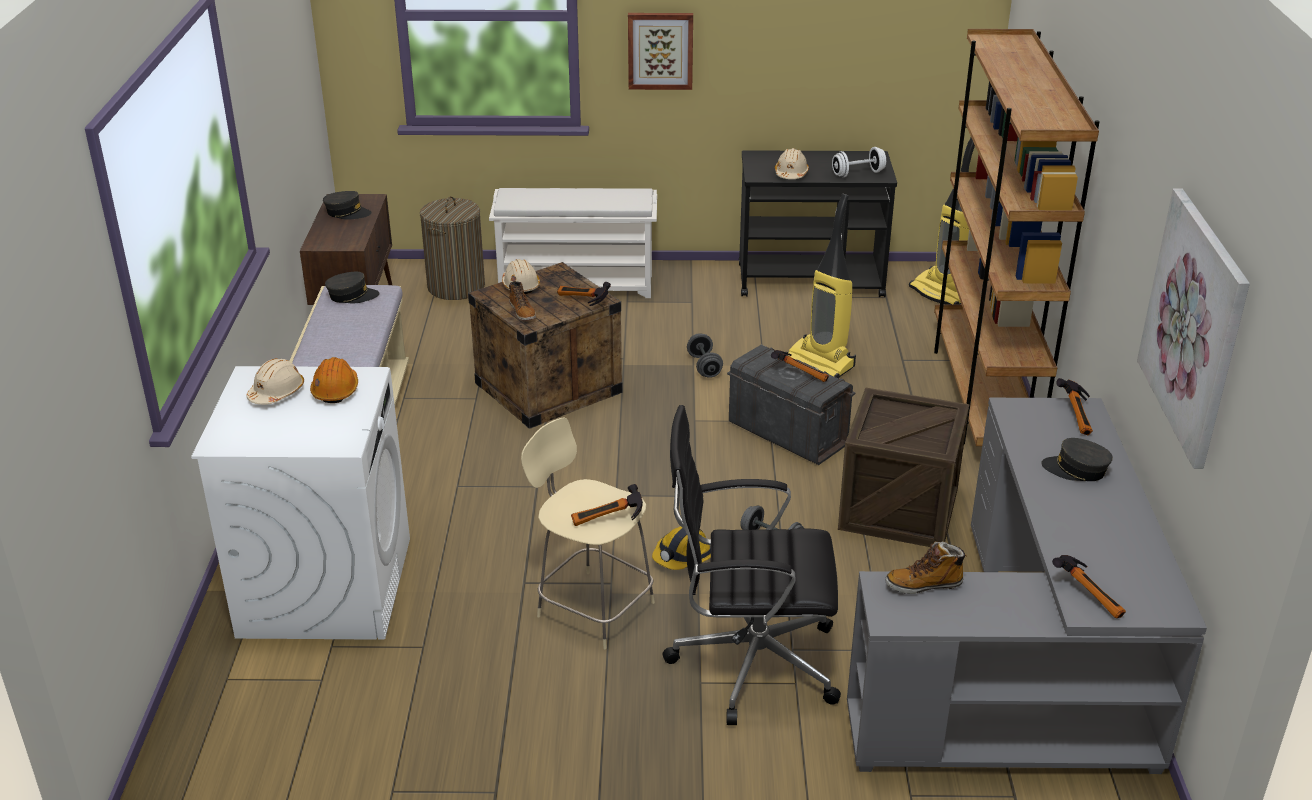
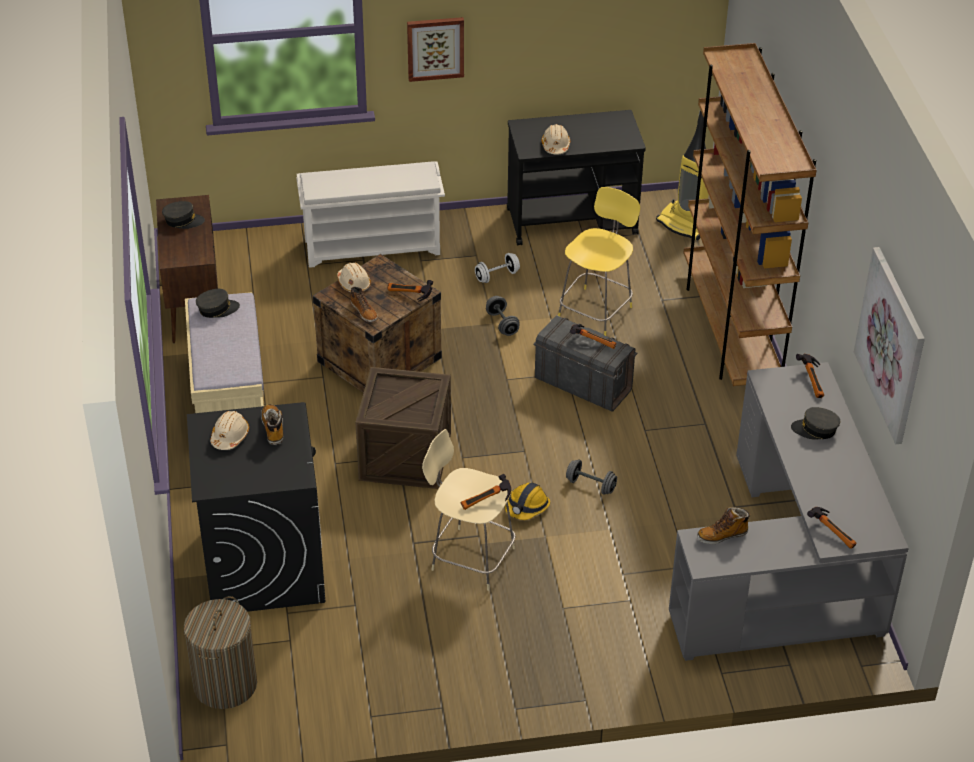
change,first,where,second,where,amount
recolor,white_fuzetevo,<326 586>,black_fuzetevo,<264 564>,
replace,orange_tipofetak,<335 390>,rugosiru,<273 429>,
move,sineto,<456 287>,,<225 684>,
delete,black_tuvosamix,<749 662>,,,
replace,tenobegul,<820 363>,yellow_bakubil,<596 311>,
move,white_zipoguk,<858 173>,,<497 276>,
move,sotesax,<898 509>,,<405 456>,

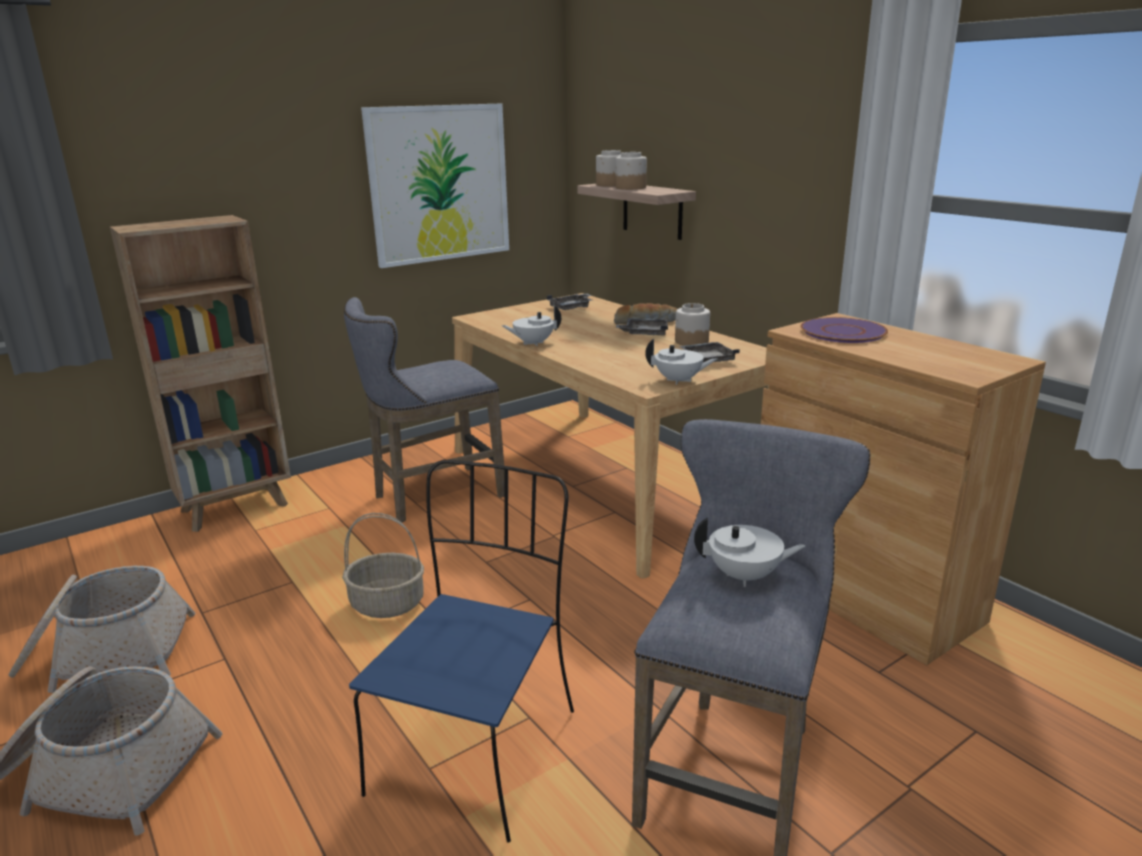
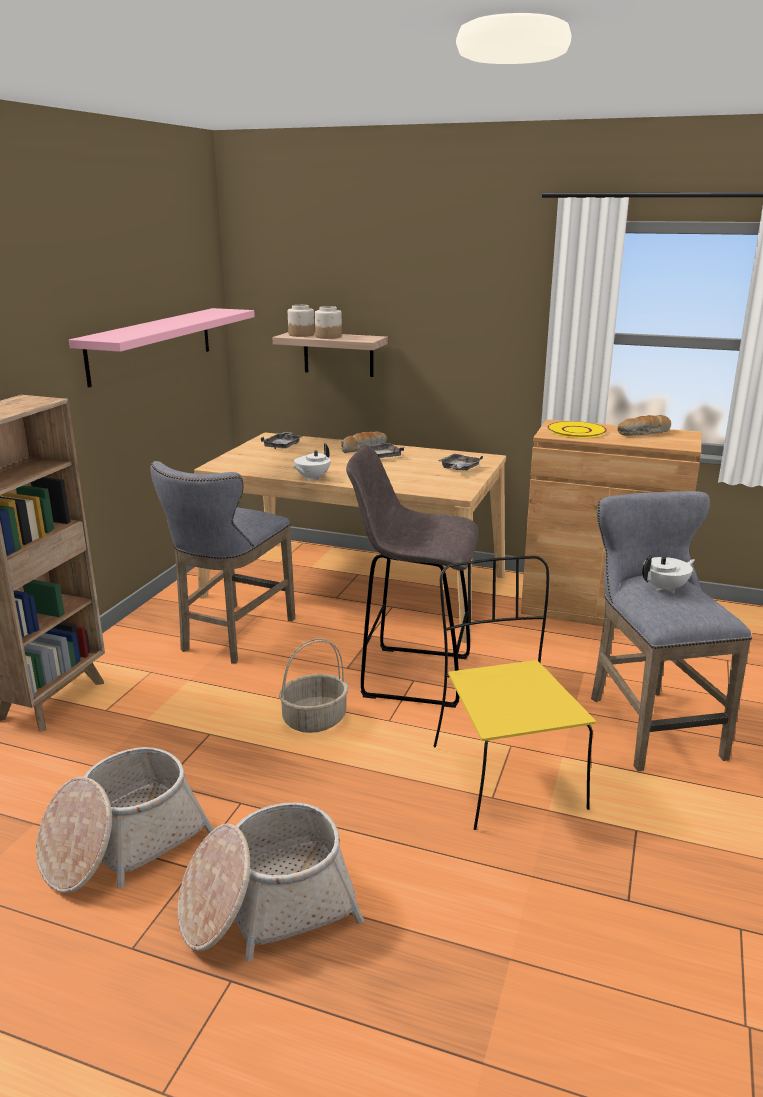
change,first,where,second,where,amount
recolor,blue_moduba,<477 748>,yellow_moduba,<504 774>,
replace,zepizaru,<439 184>,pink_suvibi,<151 344>,
delete,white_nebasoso,<679 381>,,,
delete,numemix,<691 341>,,,
recolor,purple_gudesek,<842 332>,yellow_gudesek,<576 431>,
insert,,,grey_bakubil,<412 675>,
insert,,,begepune,<644 433>,

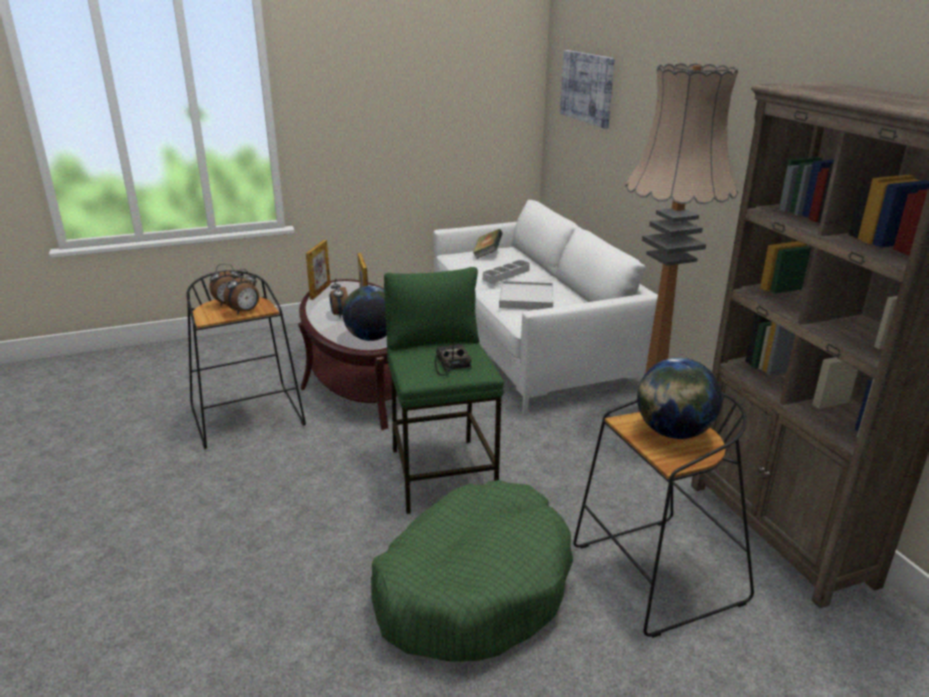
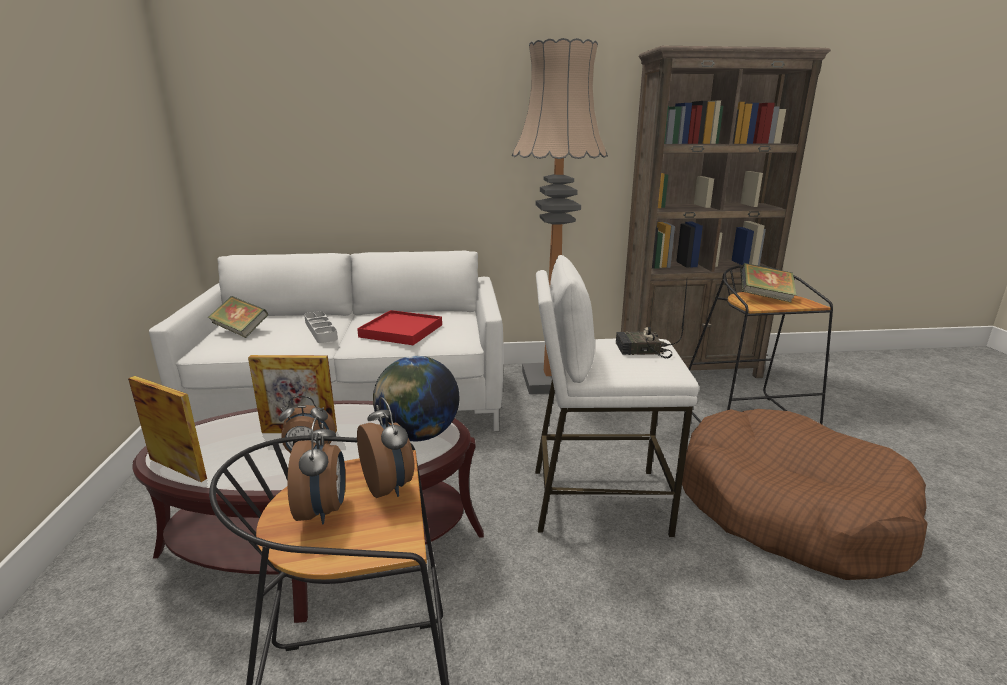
change,first,where,second,where,amount
recolor,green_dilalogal,<473 587>,brown_dilalogal,<788 509>,
recolor,green_bakubil,<442 474>,white_bakubil,<597 500>,
recolor,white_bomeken,<526 298>,red_bomeken,<401 331>,
delete,zepizaru,<587 87>,,,
replace,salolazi,<673 432>,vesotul,<765 298>,

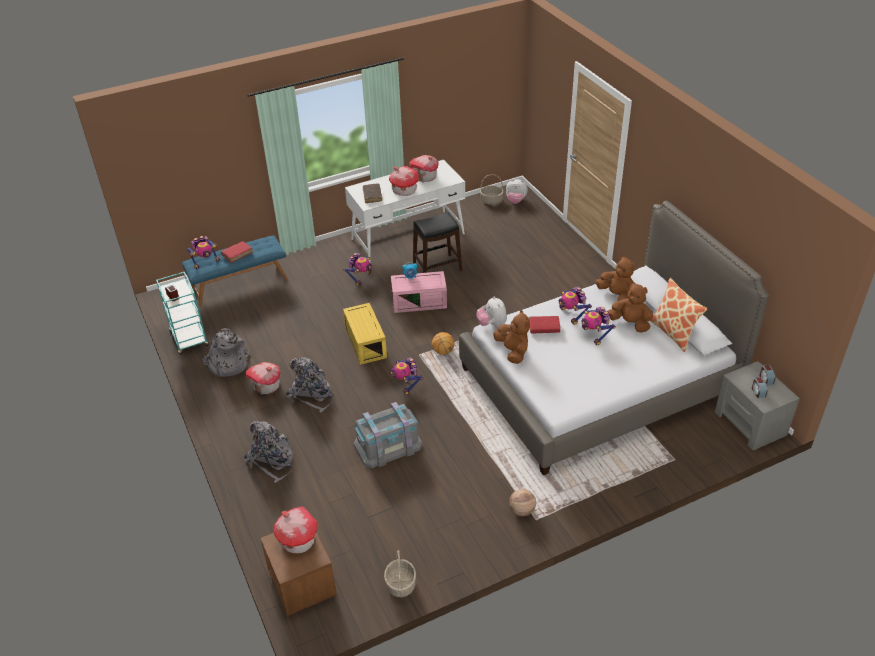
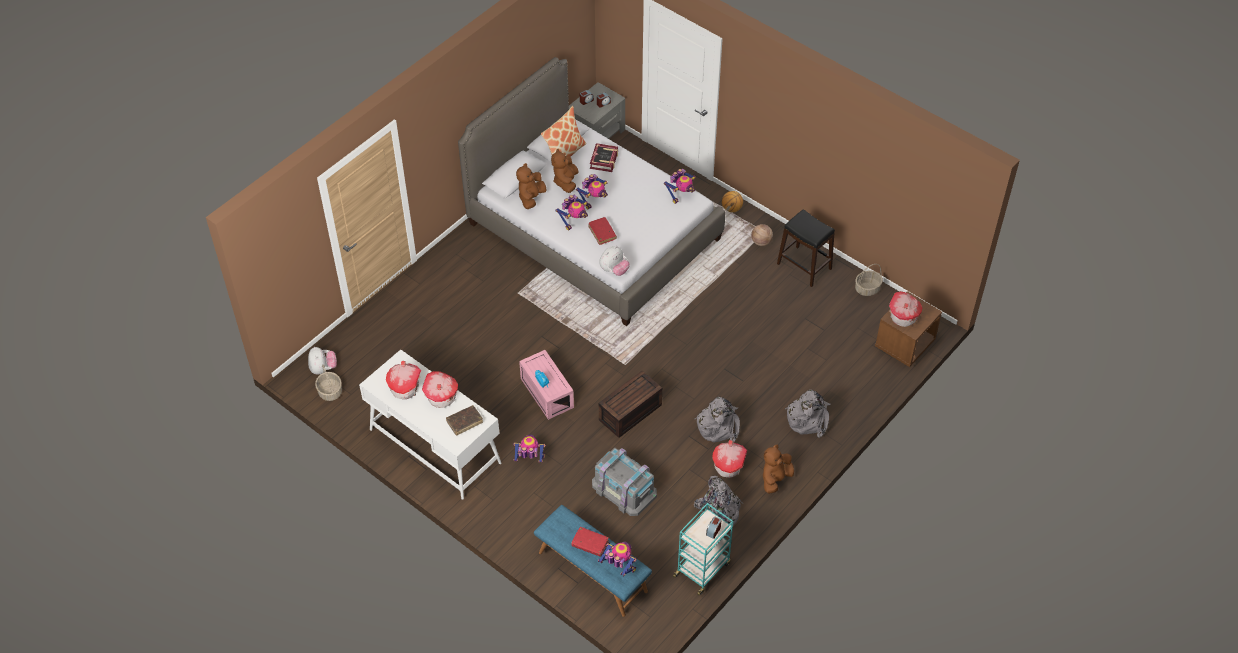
change,first,where,second,where,amount
recolor,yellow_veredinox,<364 343>,brown_veredinox,<630 413>,
move,grey_veredinox,<388 445>,,<624 489>,
move,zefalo,<406 384>,,<681 194>,
move,black_bakubil,<437 268>,,<804 266>,
move,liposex,<443 351>,,<732 209>,
move,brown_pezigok,<513 351>,,<775 479>,
insert,,,vesotul,<604 160>,

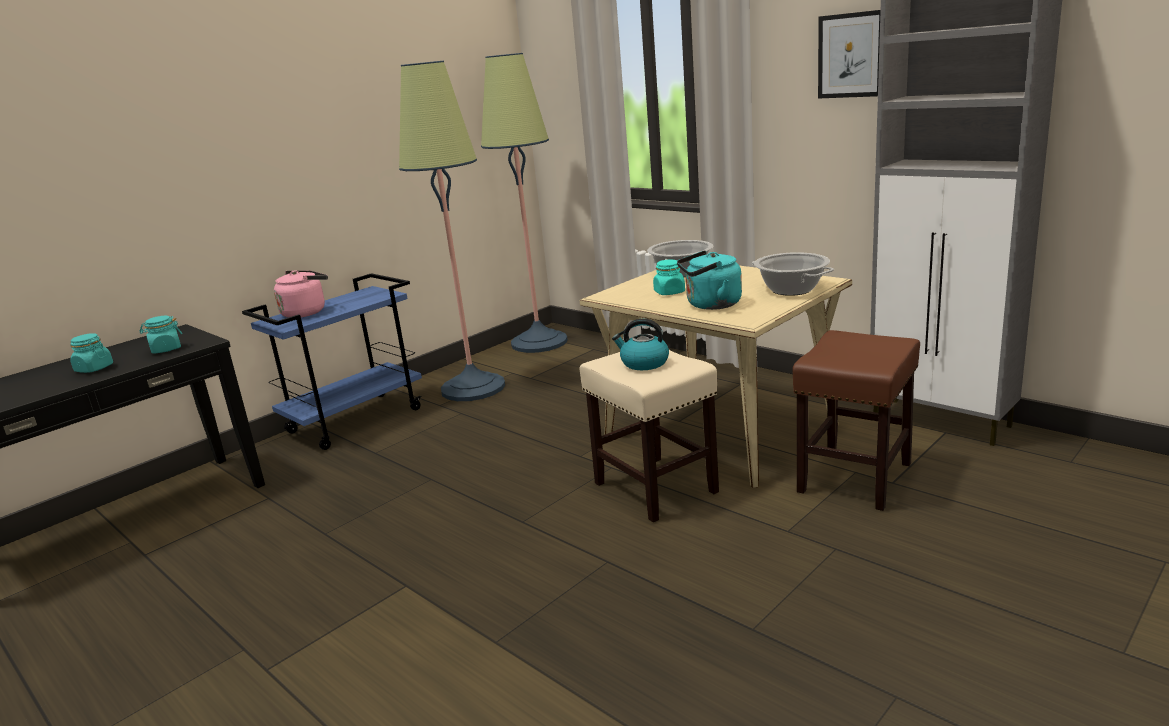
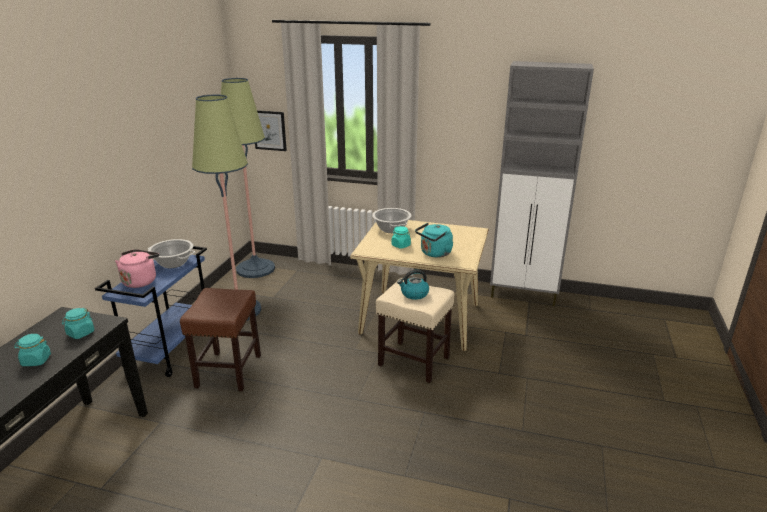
change,first,where,second,where,amount
move,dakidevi,<792 290>,,<173 263>,
move,brown_bakubil,<854 478>,,<228 371>,
move,zepizaru,<851 55>,,<269 130>,

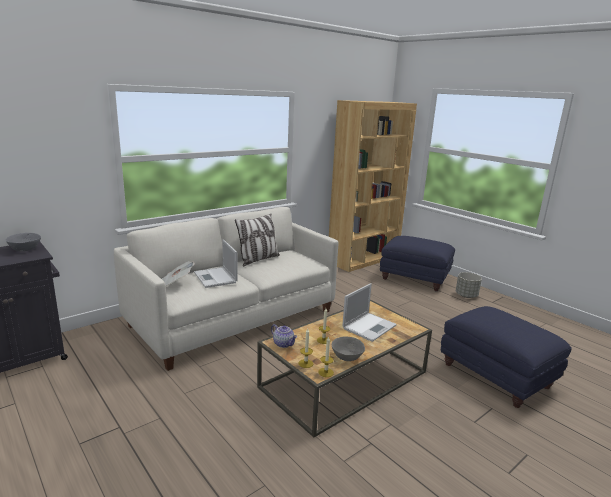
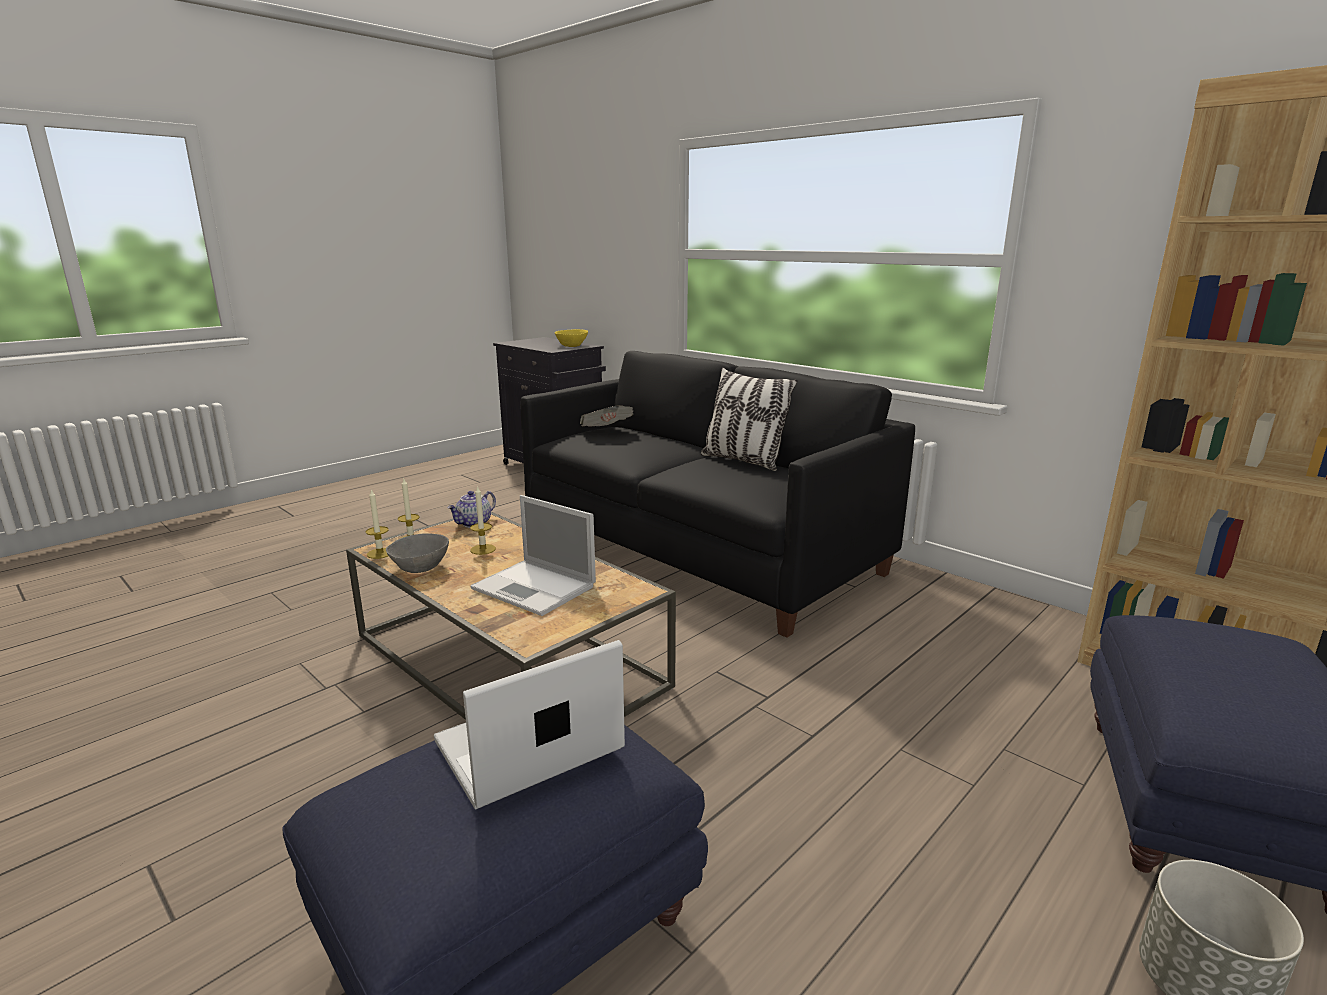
change,first,where,second,where,amount
recolor,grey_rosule,<24 249>,yellow_rosule,<571 346>,
recolor,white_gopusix,<233 318>,black_gopusix,<699 550>,
move,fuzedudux,<215 278>,,<525 748>,

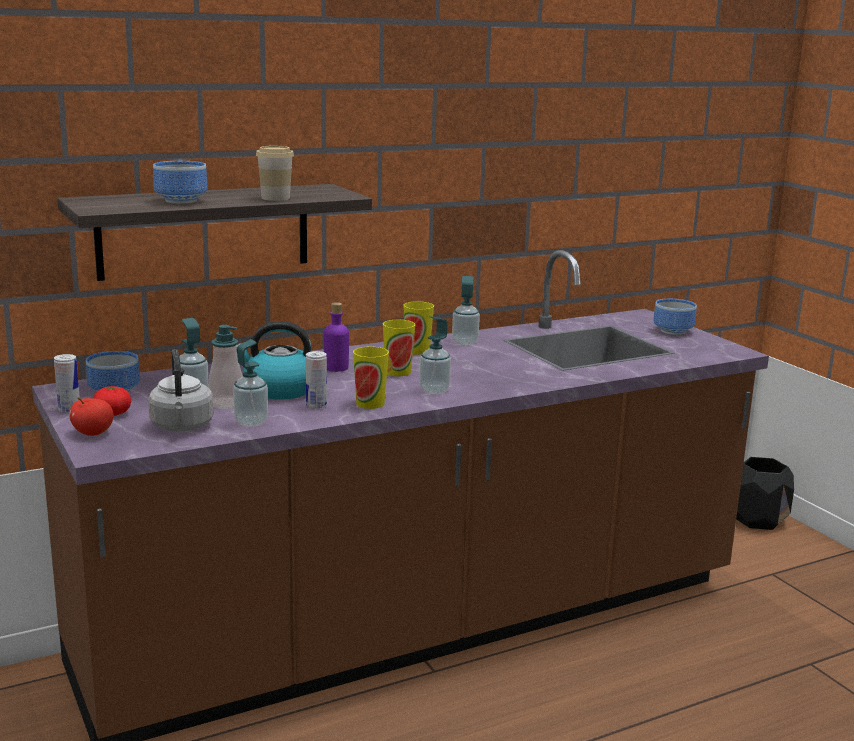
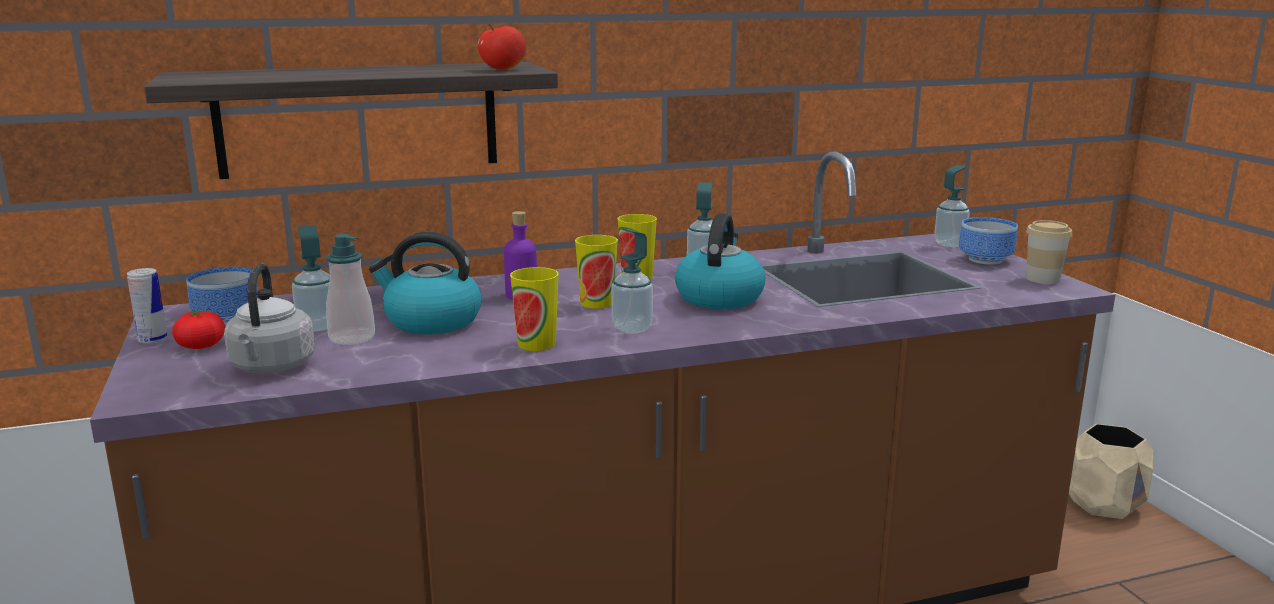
change,first,where,second,where,amount
move,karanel,<93 433>,,<503 69>,
delete,rosule,<182 201>,,,
move,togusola,<251 422>,,<949 244>,
move,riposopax,<275 198>,,<1042 279>,
delete,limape,<316 406>,,,
recolor,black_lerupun,<758 520>,beige_lerupun,<1104 505>,
insert,,,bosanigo,<719 297>,

